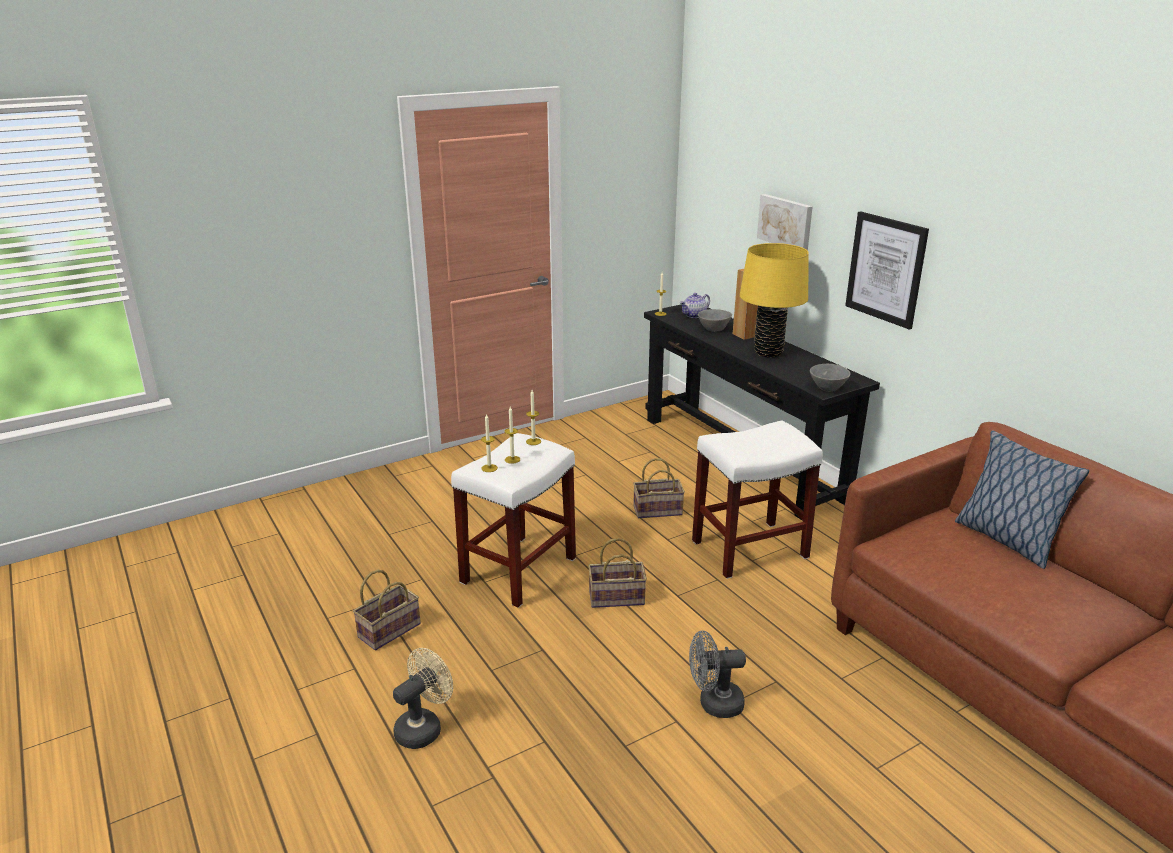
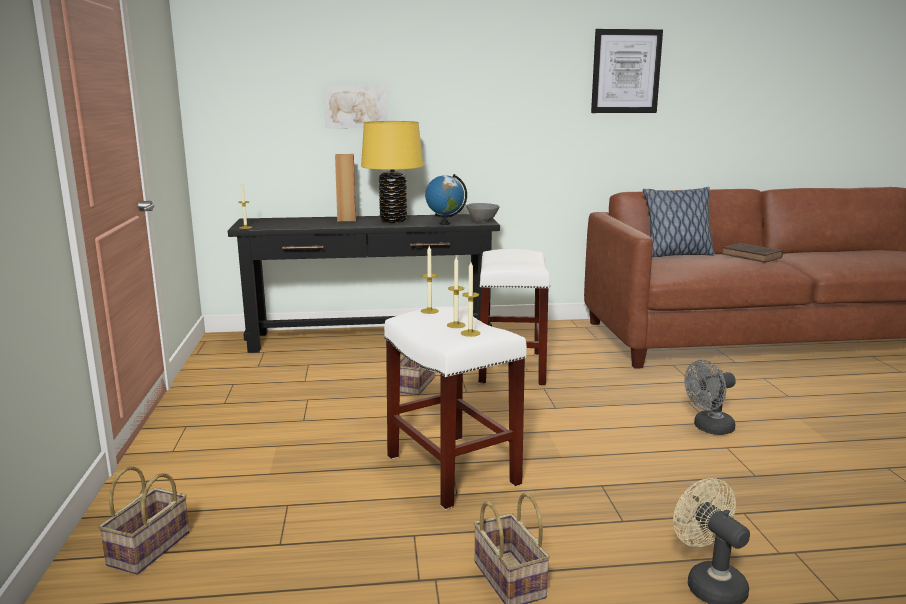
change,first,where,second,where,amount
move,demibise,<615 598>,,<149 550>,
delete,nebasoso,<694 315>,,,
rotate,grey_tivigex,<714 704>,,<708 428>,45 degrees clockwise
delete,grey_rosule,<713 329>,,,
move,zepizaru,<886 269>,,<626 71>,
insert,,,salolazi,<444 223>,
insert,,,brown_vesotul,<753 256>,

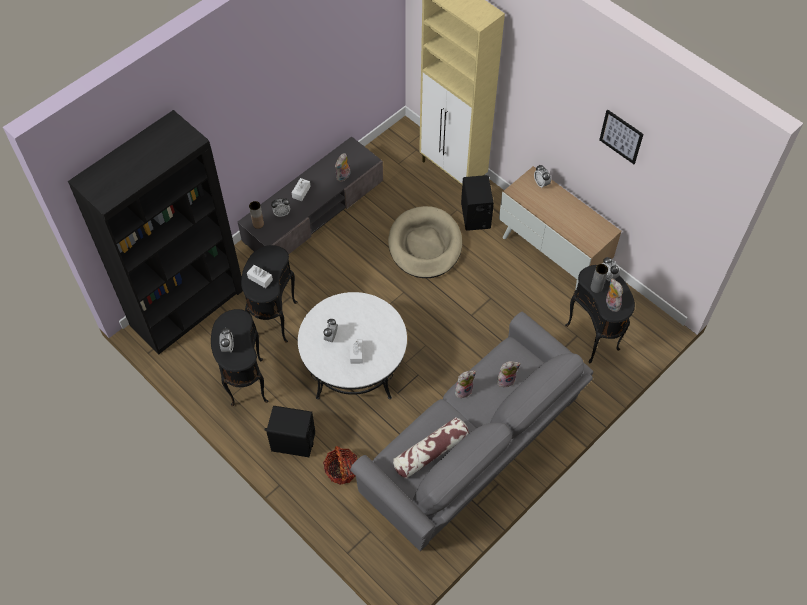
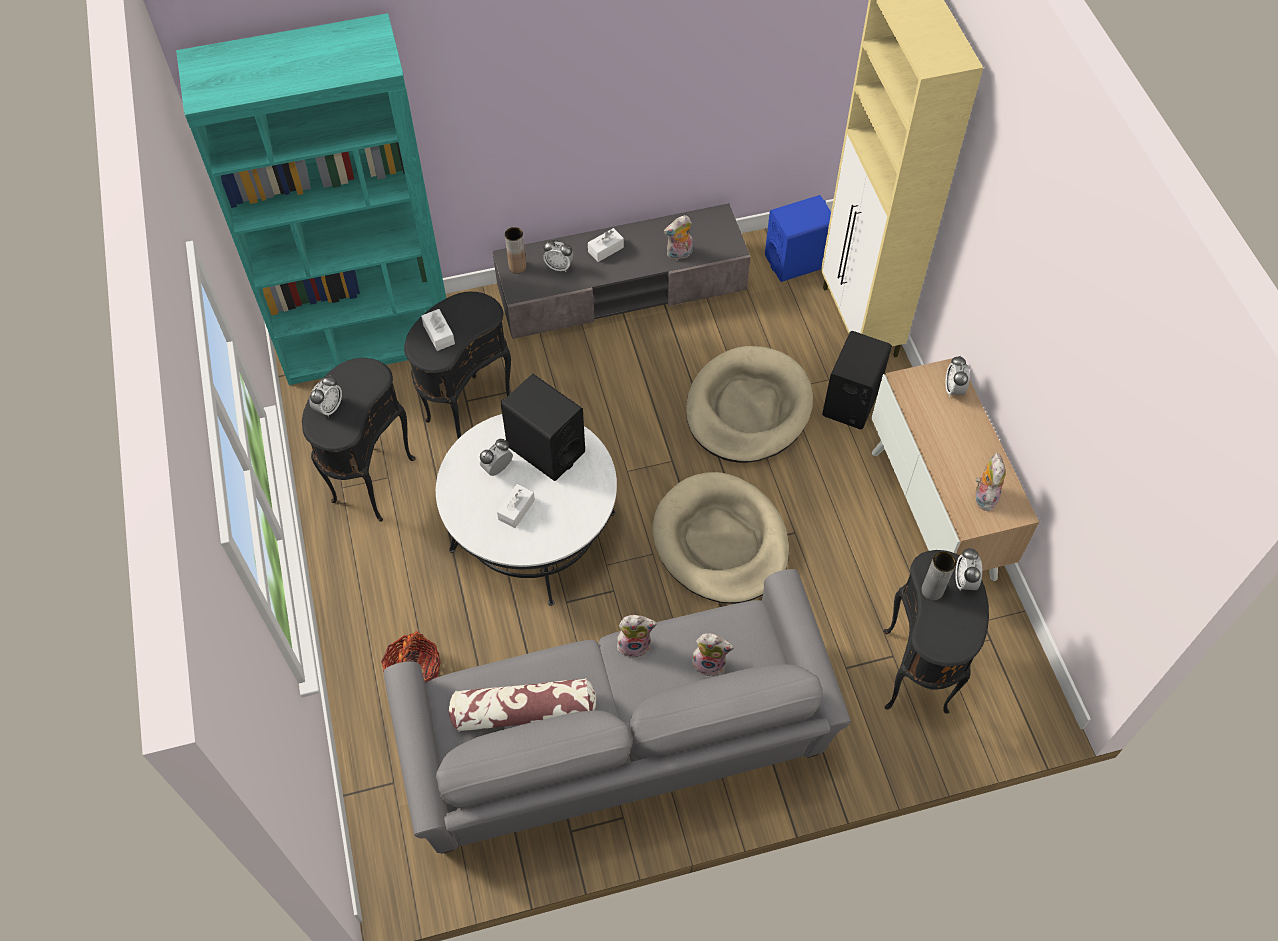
change,first,where,second,where,amount
recolor,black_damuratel,<188 307>,turquoise_damuratel,<368 341>,
move,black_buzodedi,<293 442>,,<545 449>,
delete,zepizaru,<621 136>,,,
move,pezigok,<611 303>,,<983 495>,
insert,,,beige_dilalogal,<720 541>,
insert,,,blue_buzodedi,<797 261>,

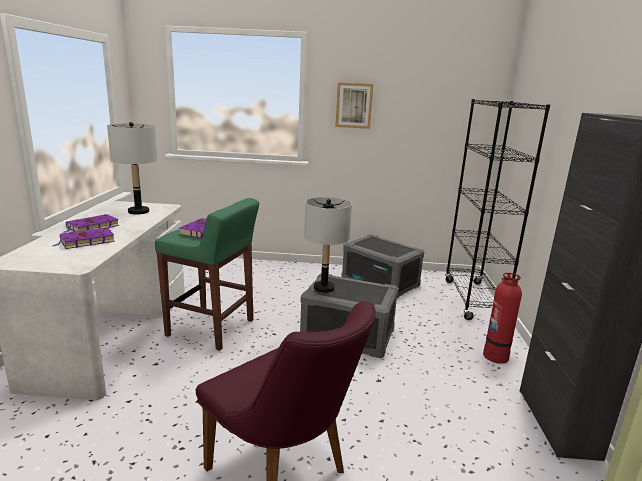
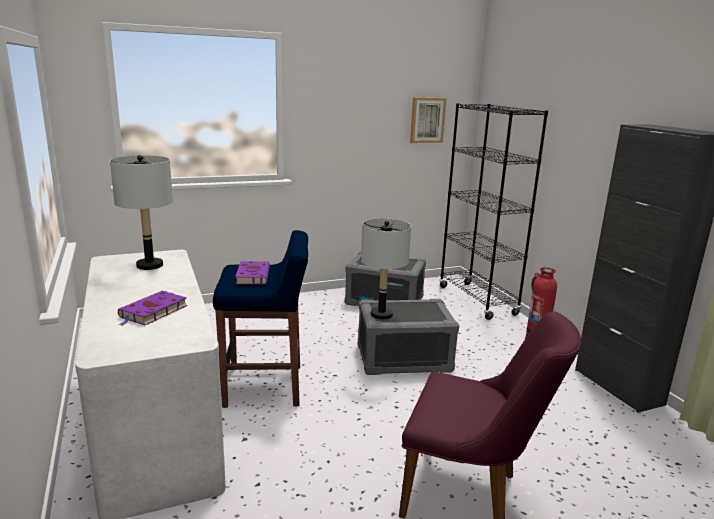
change,first,where,second,where,amount
delete,purple_vesotul,<92 227>,,,
recolor,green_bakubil,<212 328>,blue_bakubil,<265 386>,
move,zepizaru,<354 105>,,<427 120>,

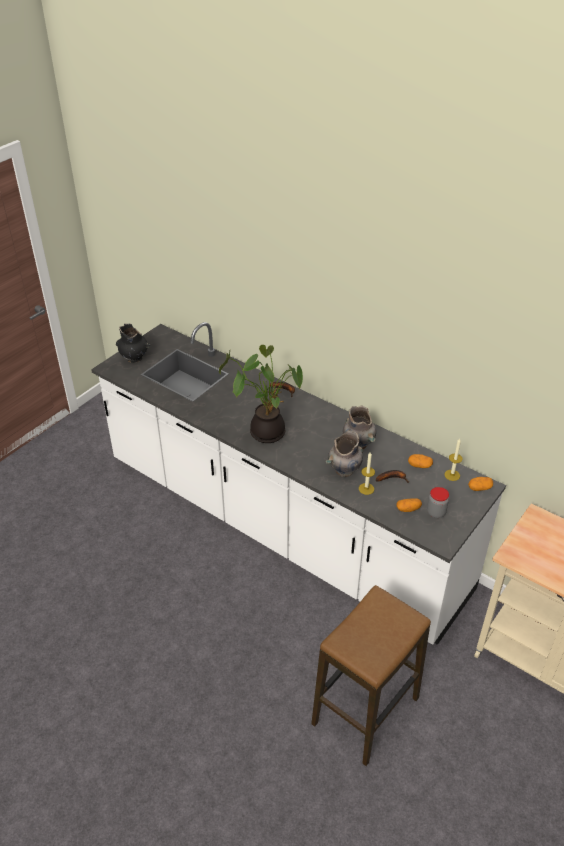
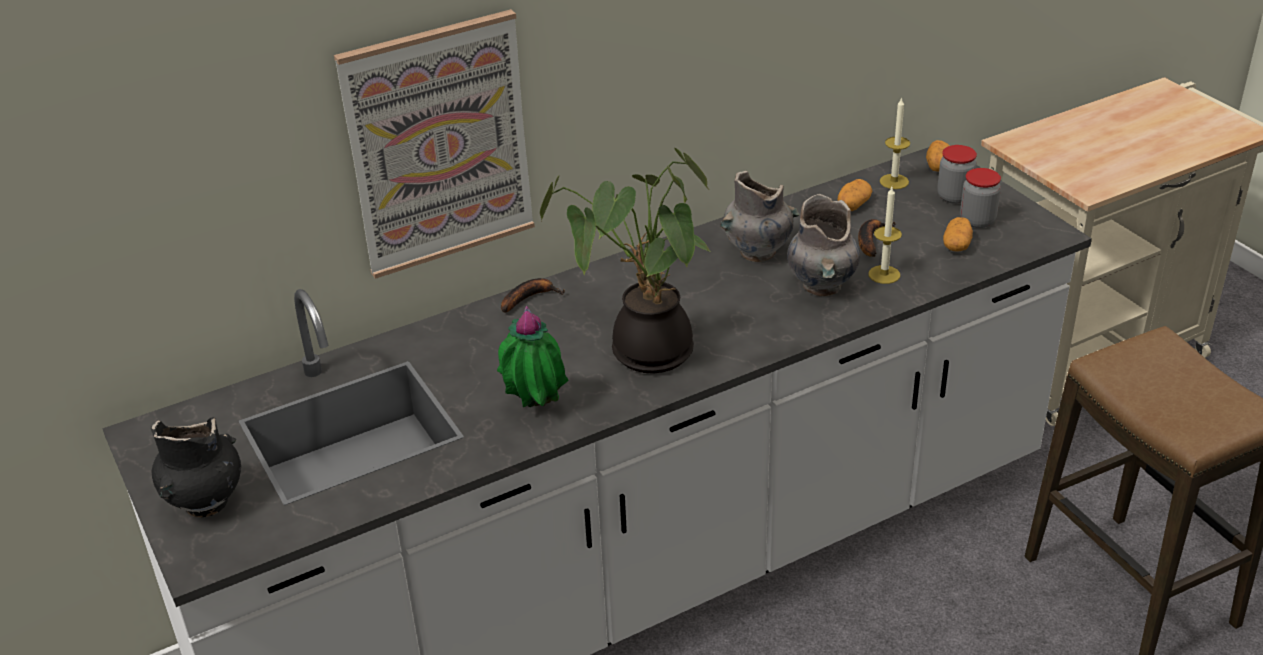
change,first,where,second,where,amount
insert,,,zepizaru,<439 144>,
insert,,,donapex,<535 408>,
insert,,,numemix,<954 196>,

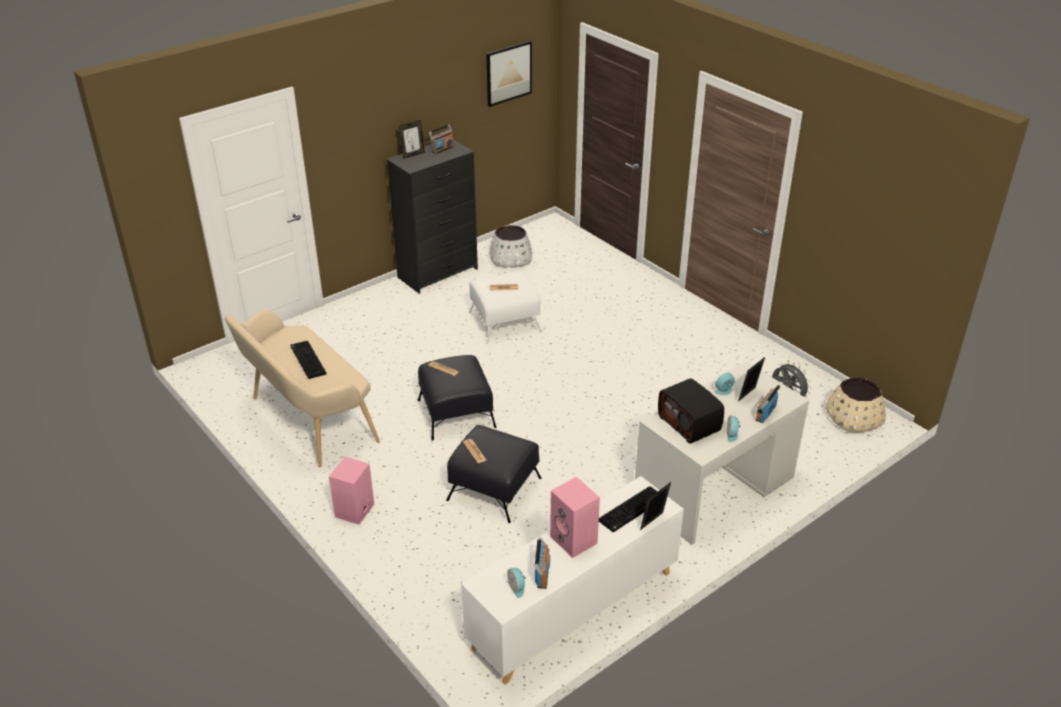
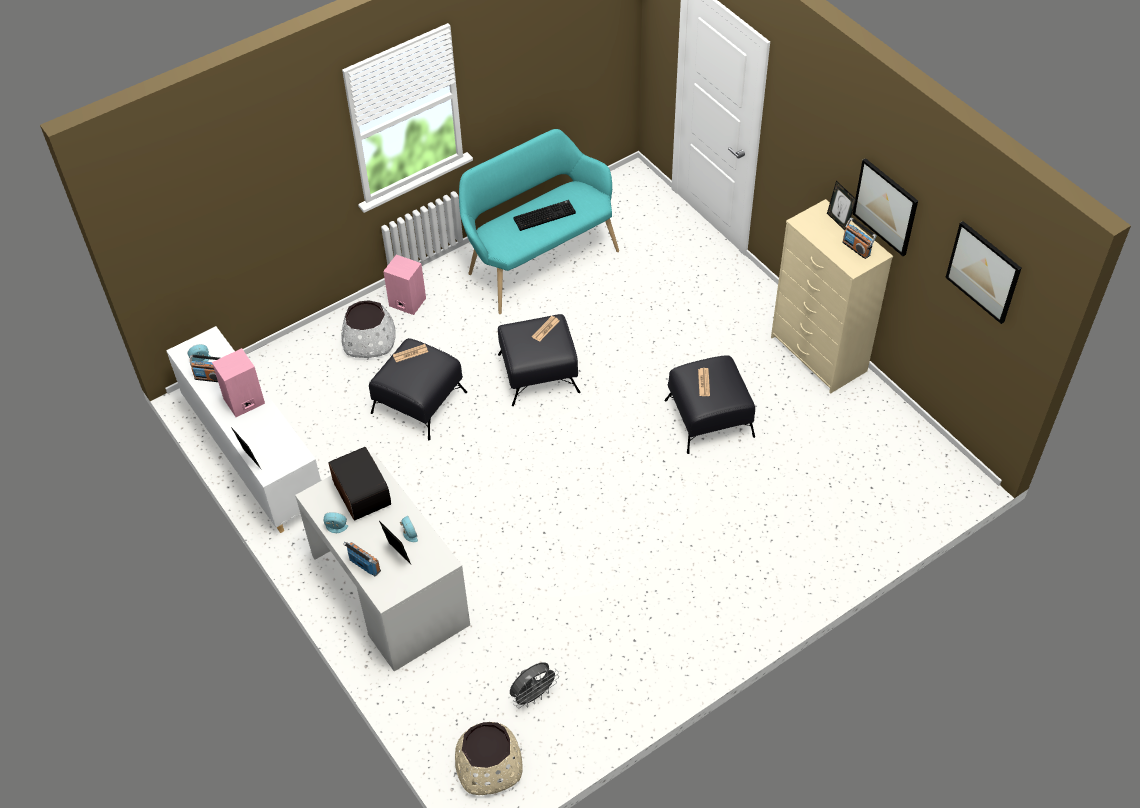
change,first,where,second,where,amount
recolor,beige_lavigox,<307 421>,turquoise_lavigox,<538 260>,
recolor,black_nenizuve,<438 273>,beige_nenizuve,<819 354>,
recolor,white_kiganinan,<505 322>,black_kiganinan,<709 419>,
move,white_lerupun,<511 259>,,<369 341>,
delete,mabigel,<632 511>,,,
rotate,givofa,<690 423>,,<360 494>,90 degrees clockwise
insert,,,zepizaru,<885 206>,

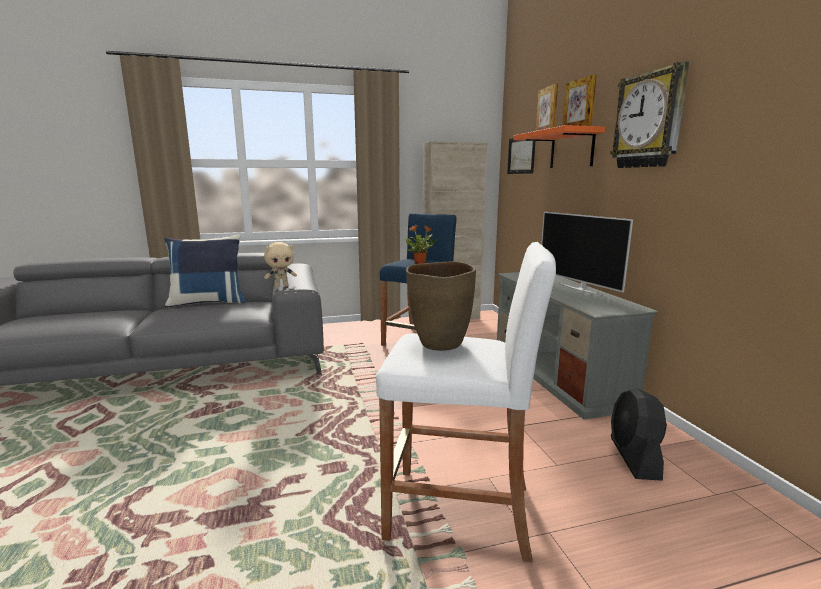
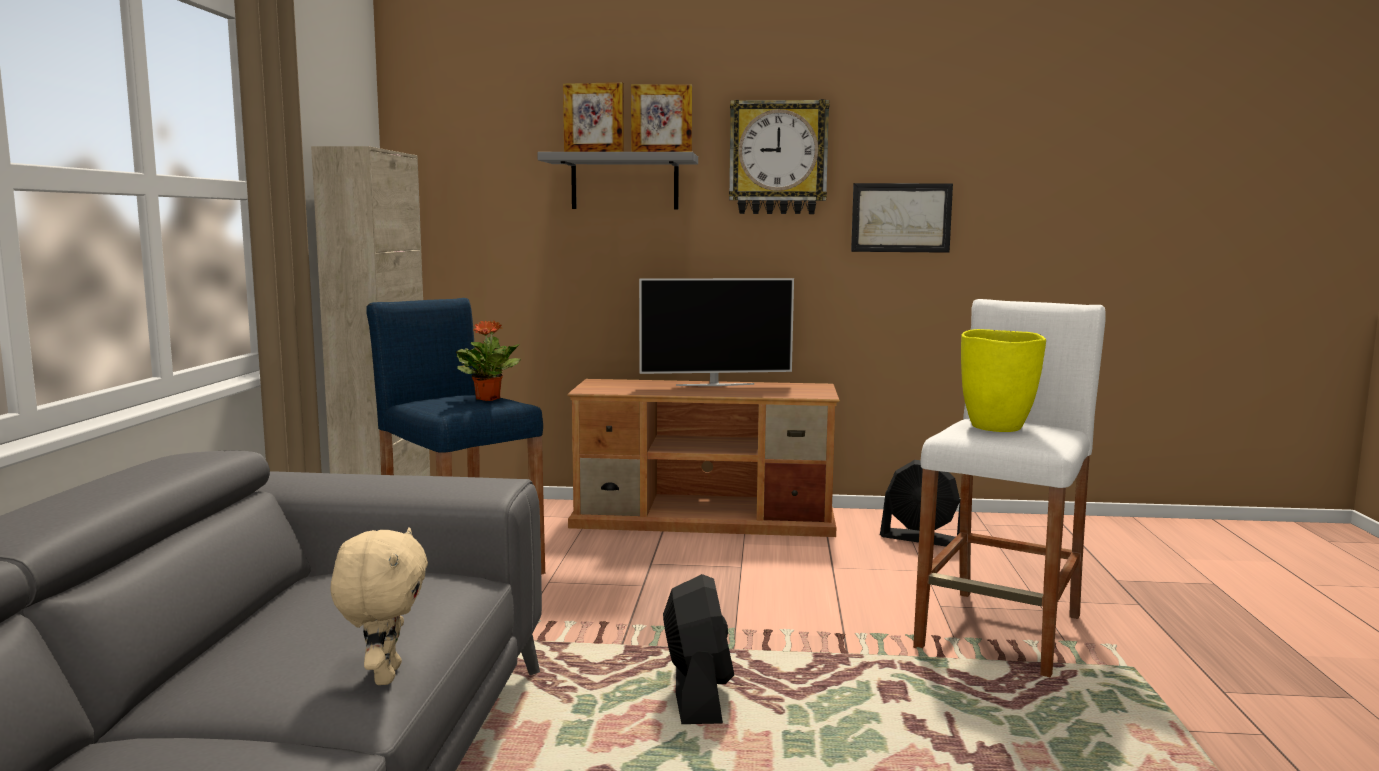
change,first,where,second,where,amount
delete,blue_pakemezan,<208 302>,,,
move,beige_pezigok,<281 286>,,<384 675>,
recolor,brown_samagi,<440 344>,yellow_samagi,<998 427>,
recolor,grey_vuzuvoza,<557 373>,brown_vuzuvoza,<706 518>,
move,zepizaru,<521 155>,,<901 217>,
recolor,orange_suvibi,<571 149>,grey_suvibi,<625 182>,
insert,,,black_tivigex,<698 695>,

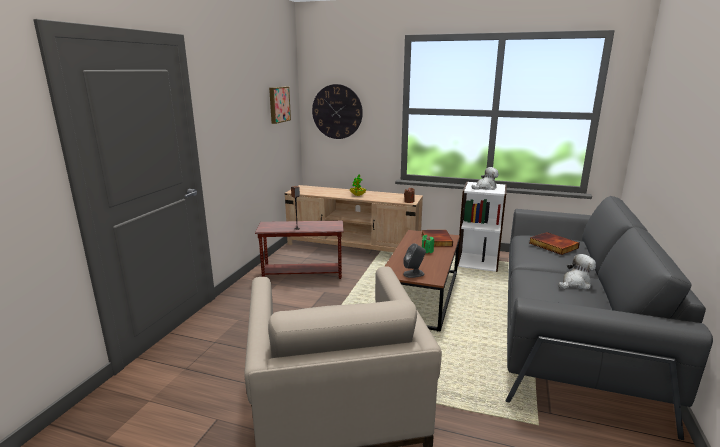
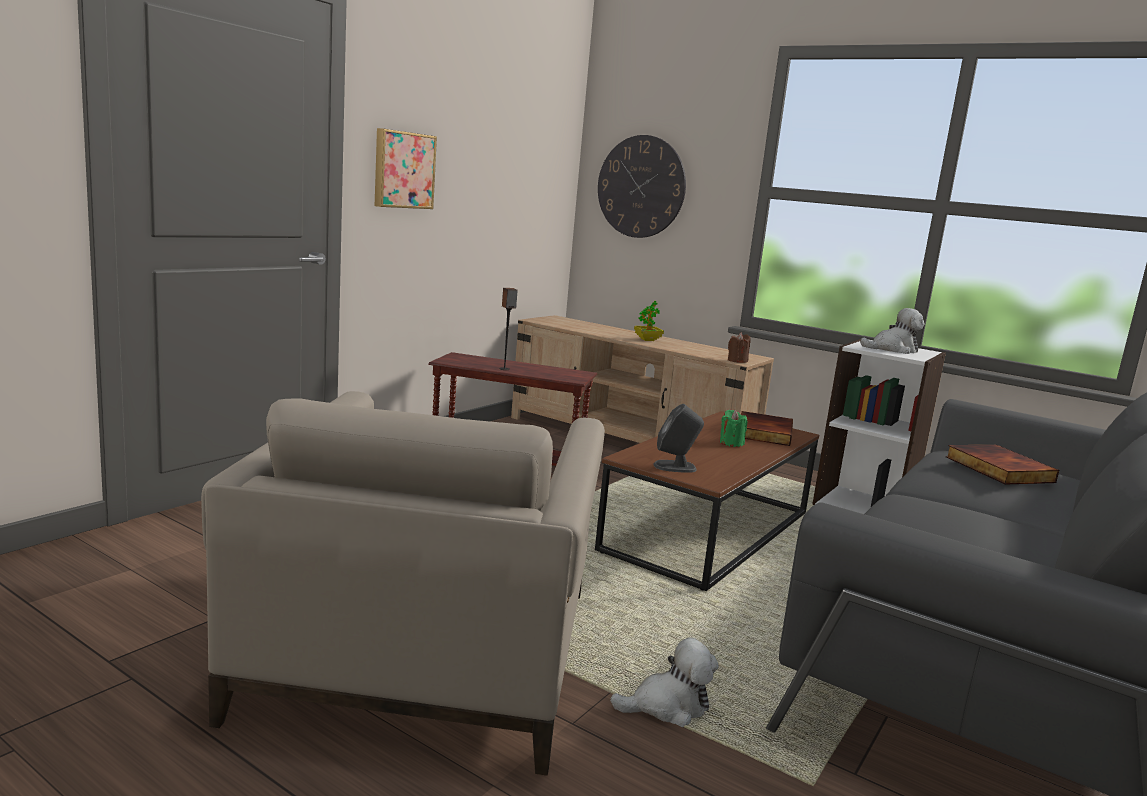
change,first,where,second,where,amount
move,zepizaru,<278 104>,,<403 170>,
move,pezigok,<575 283>,,<668 707>,

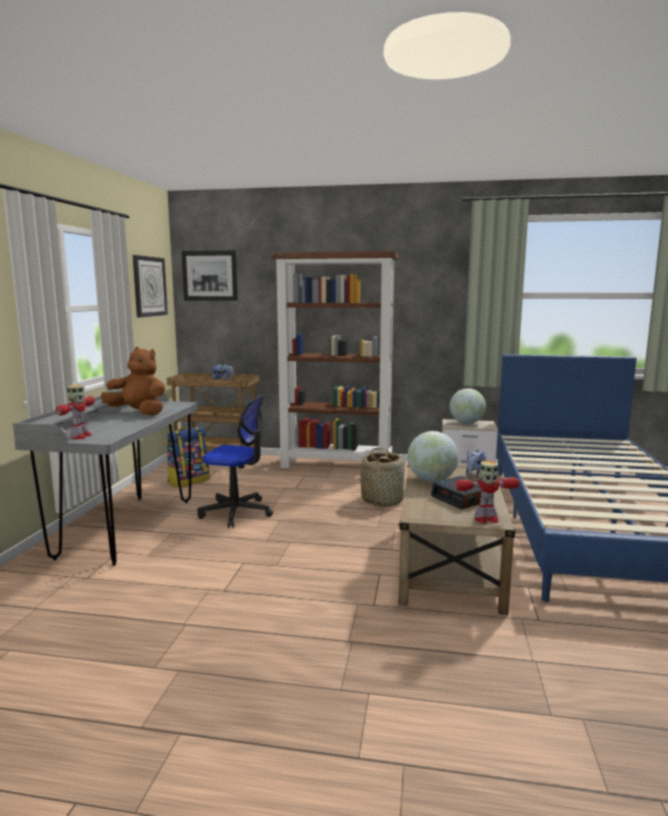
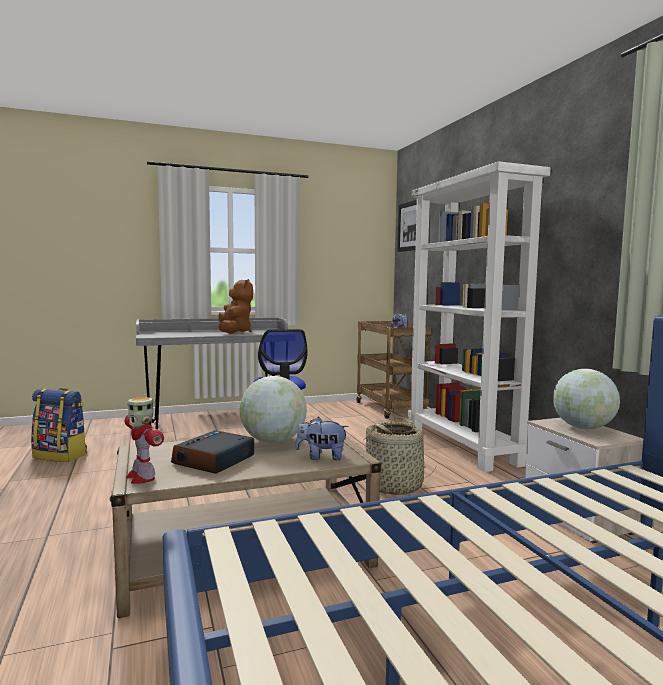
change,first,where,second,where,amount
delete,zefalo,<80 436>,,,
delete,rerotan,<149 286>,,,
move,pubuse,<188 481>,,<61 455>,
recolor,brown_damuratel,<337 465>,white_damuratel,<463 446>,

